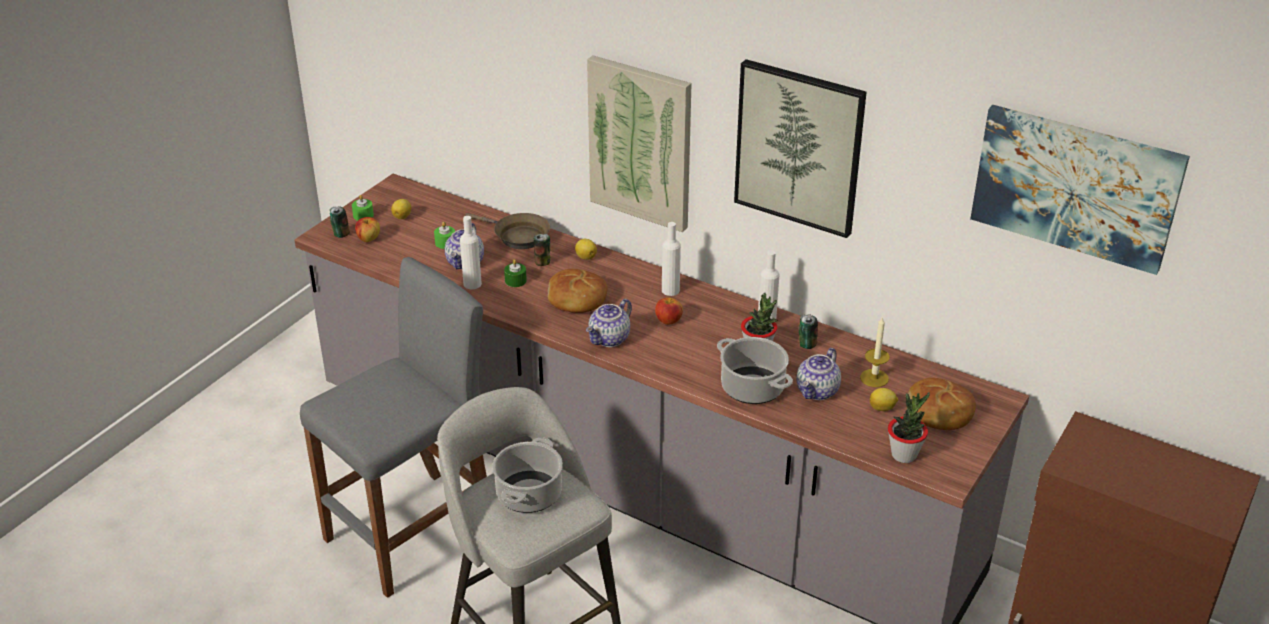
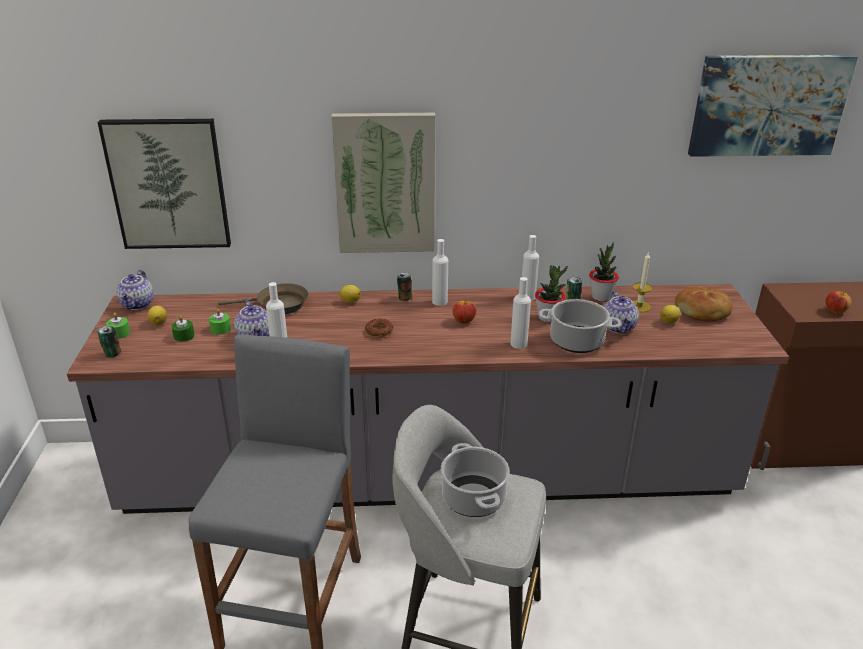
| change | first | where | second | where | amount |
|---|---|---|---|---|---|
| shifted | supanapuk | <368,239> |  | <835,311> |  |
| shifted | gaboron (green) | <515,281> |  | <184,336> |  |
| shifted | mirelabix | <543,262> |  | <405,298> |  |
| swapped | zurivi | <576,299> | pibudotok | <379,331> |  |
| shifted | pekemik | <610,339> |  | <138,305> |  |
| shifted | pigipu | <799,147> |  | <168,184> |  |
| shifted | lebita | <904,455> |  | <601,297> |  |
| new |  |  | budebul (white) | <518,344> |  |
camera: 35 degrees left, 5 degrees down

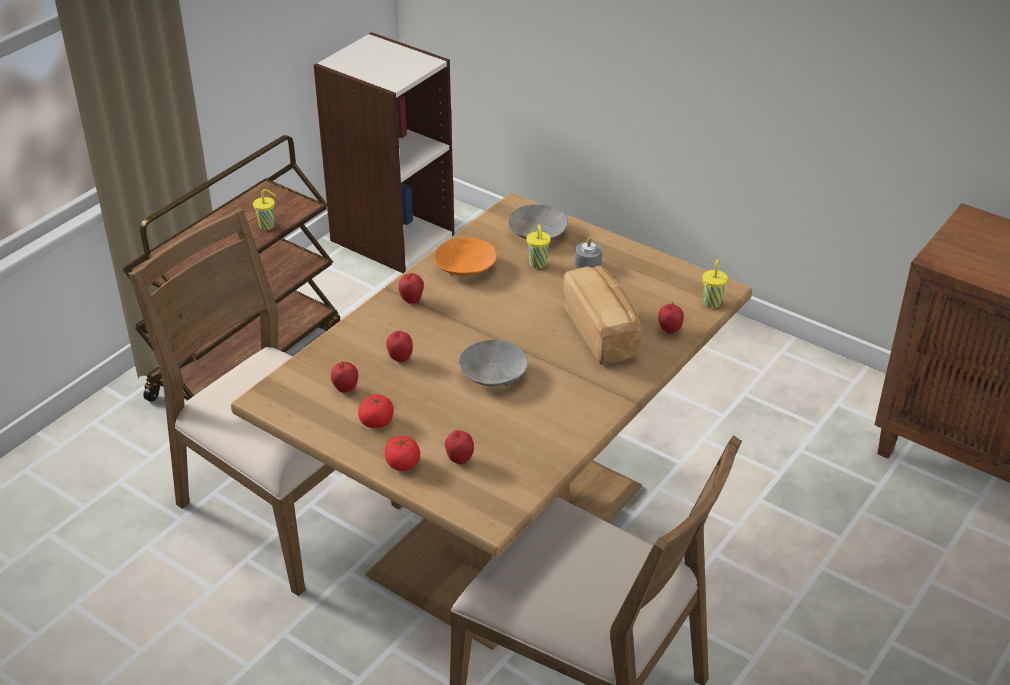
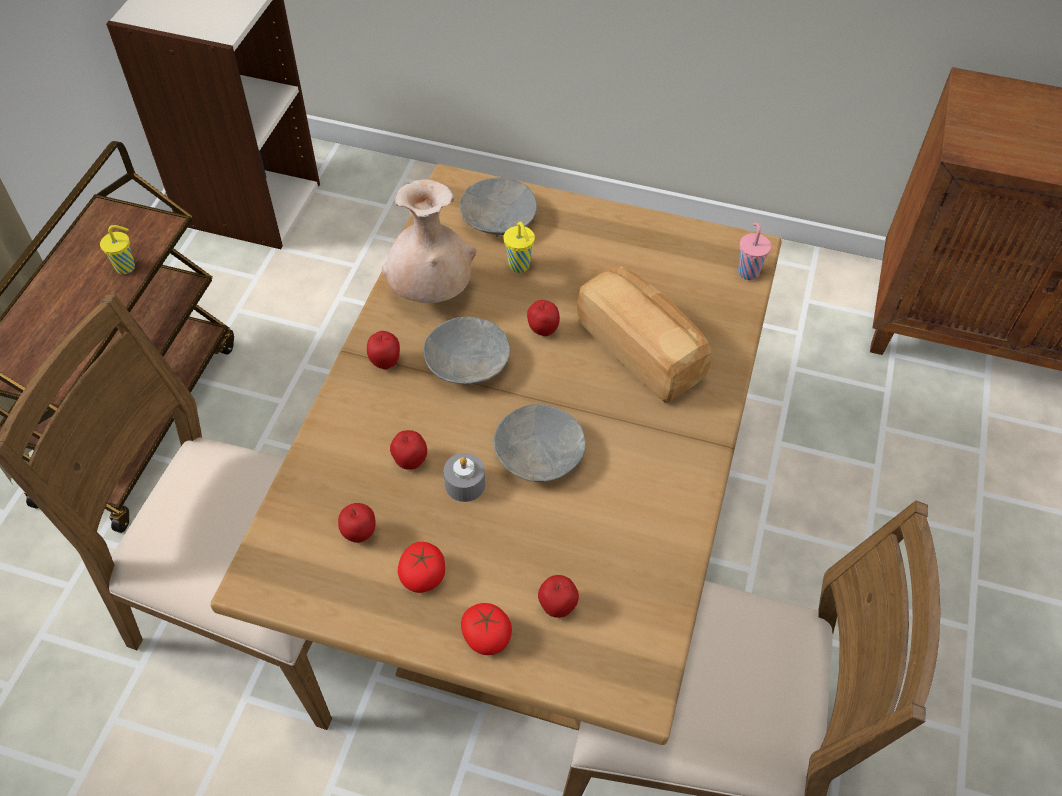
| change | first | where | second | where | amount |
|---|---|---|---|---|---|
| swapped | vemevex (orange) | <465,267> | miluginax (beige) | <431,292> |  |
| shifted | gaboron (grey) | <588,264> |  | <465,484> |  |
| shifted | supanapuk | <669,331> |  | <543,331> |  |
| repainted | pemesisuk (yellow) | <712,302> | pemesisuk (pink) | <748,271> |  |
| new |  |  | vemevex (grey) | <468,362> |  |
camera: 20 degrees left, 15 degrees up

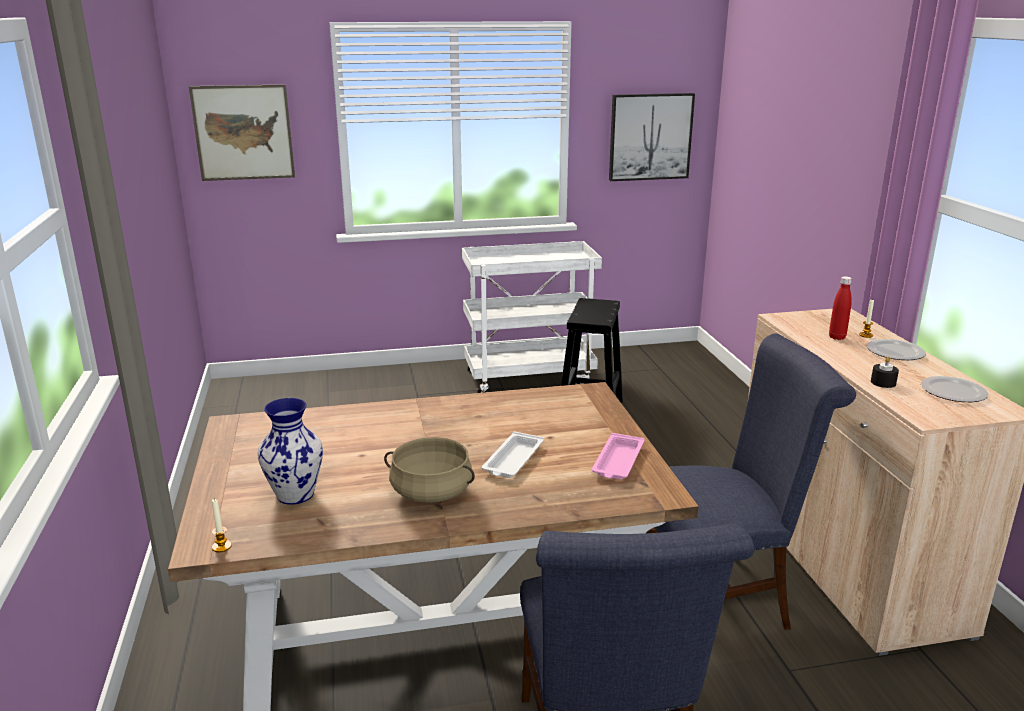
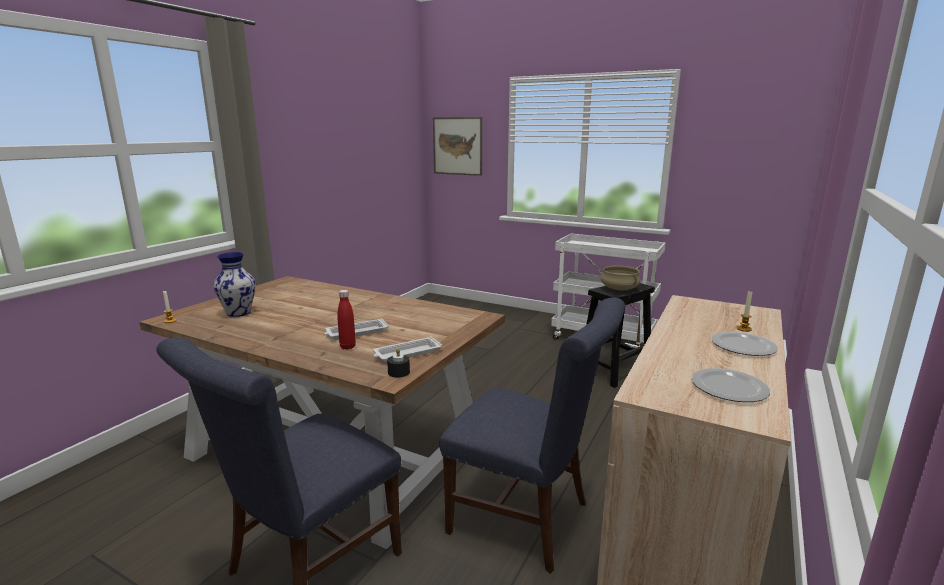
| change | first | where | second | where | amount |
|---|---|---|---|---|---|
| shifted | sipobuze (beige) | <431,492> |  | <619,288> |  |
| repainted | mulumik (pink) | <617,462> | mulumik (white) | <406,353> |  |
| gone | pigipu | <650,137> |  |  |  |
| shifted | budebul (red) | <837,337> |  | <347,347> |  |
| shifted | gaboron (black) | <883,382> |  | <399,372> |  |
camera: 40 degrees right, 5 degrees down

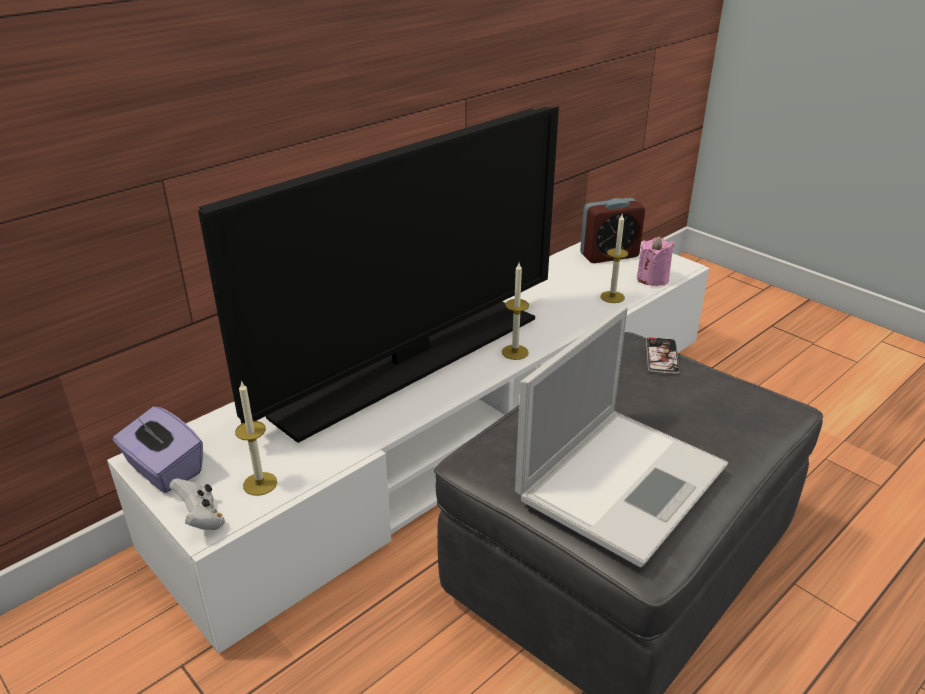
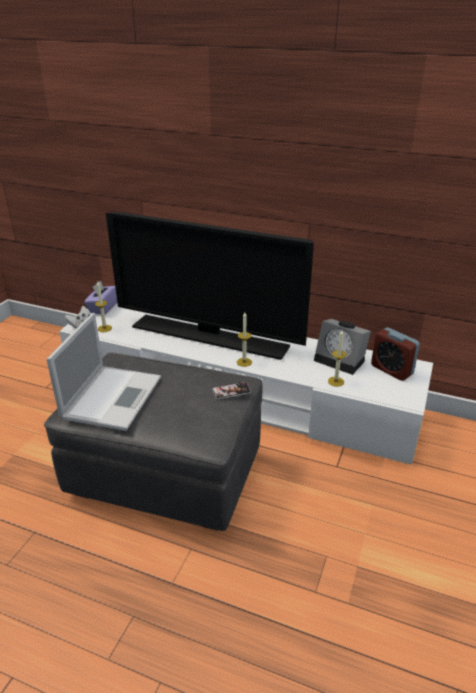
| change | first | where | second | where | amount |
|---|---|---|---|---|---|
| rotated | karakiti | <623,480> |  | <113,396> | 90 degrees counterclockwise |
| gone | gaboron (pink) | <652,279> |  |  |  |
| new |  |  | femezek | <341,360> |  |
camera: 65 degrees right, 0 degrees up

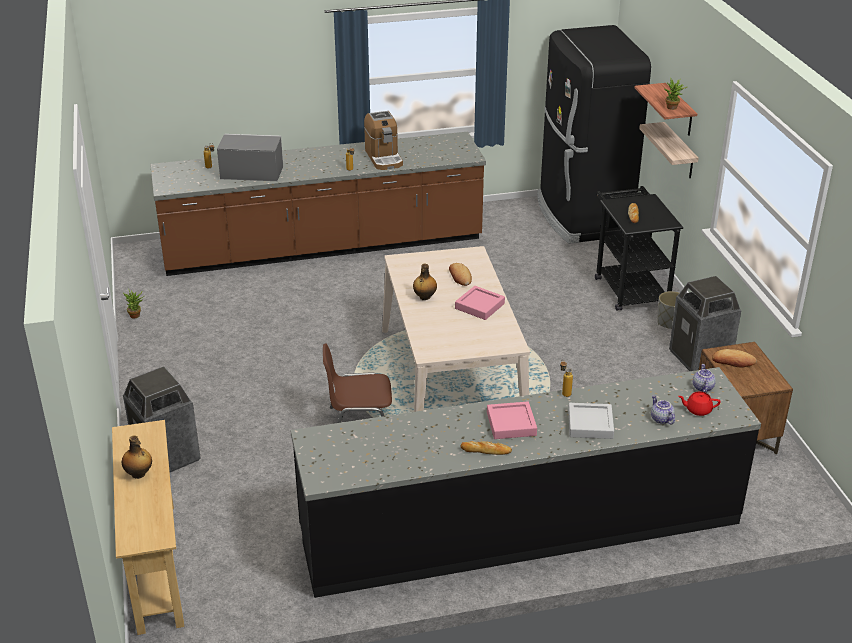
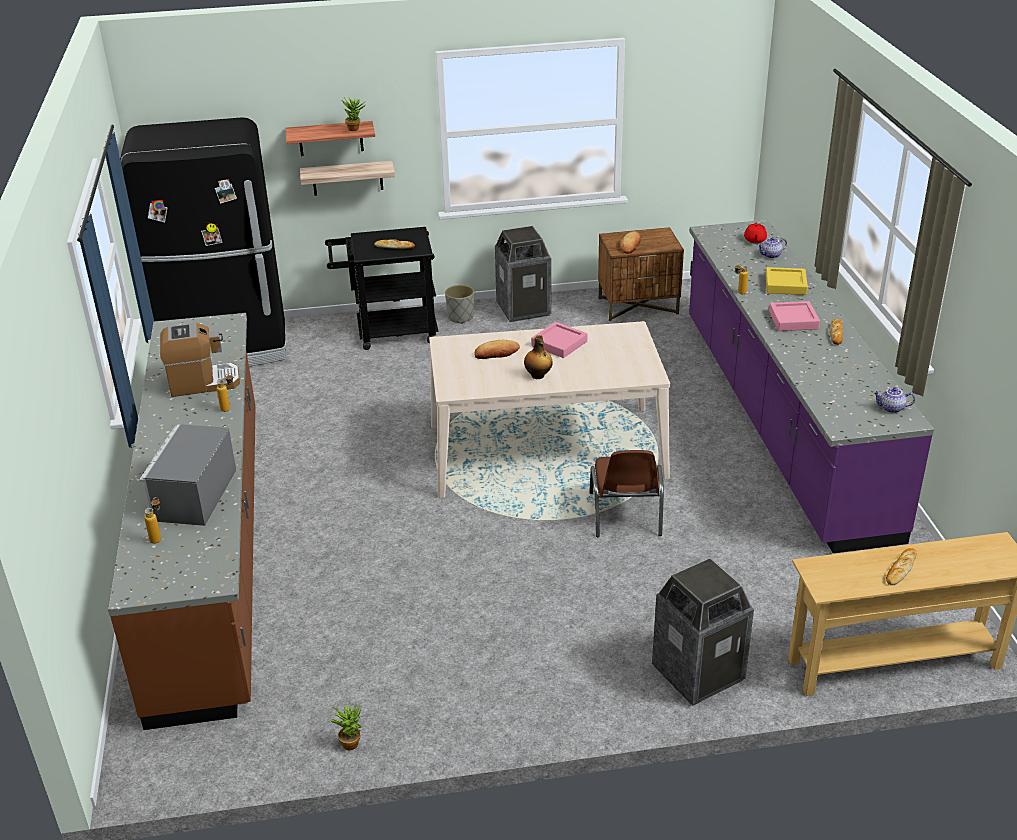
| change | first | where | second | where | amount |
|---|---|---|---|---|---|
| swapped | budebul | <139,474> | zurivi | <900,569> |  |
| repainted | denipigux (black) | <520,527> | denipigux (purple) | <781,420> |  |
| repainted | mulumik (grey) | <590,424> | mulumik (yellow) | <785,285> |  |
| shifted | pekemik | <702,387> |  | <891,409> |  |
camera: 85 degrees left, 0 degrees up

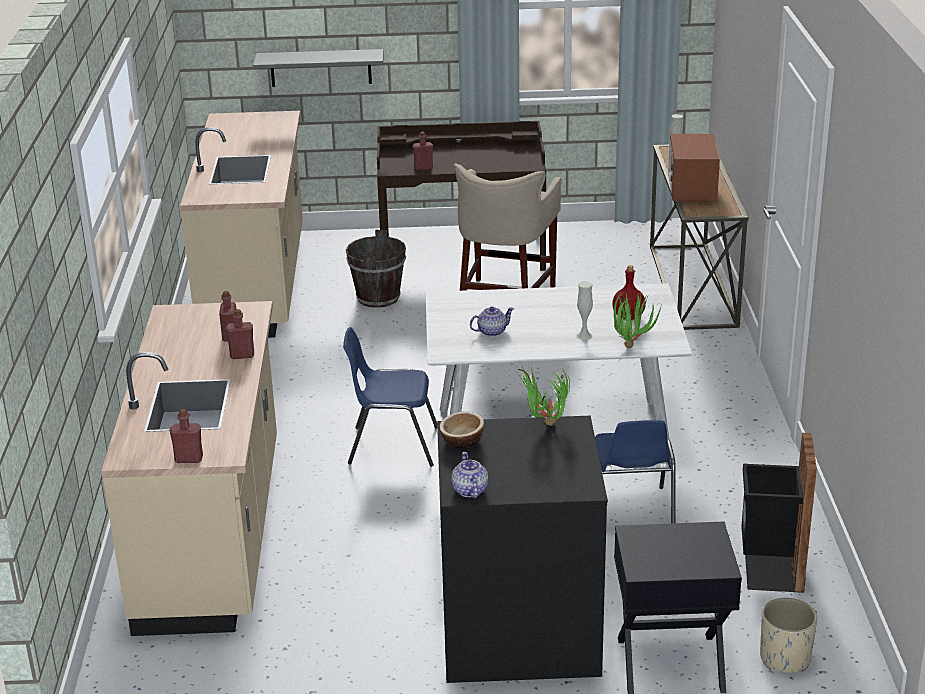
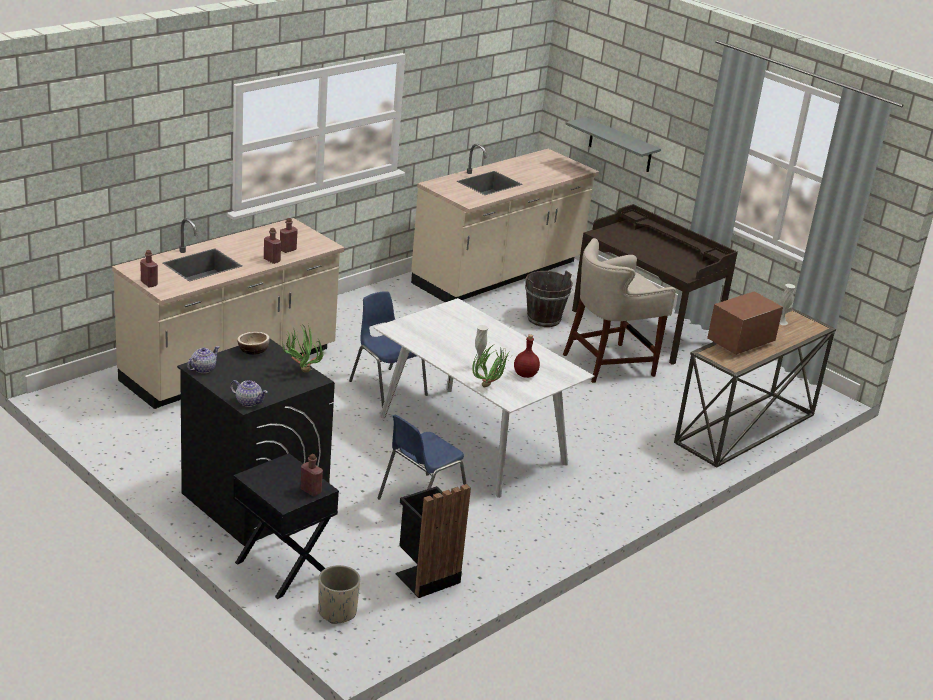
| change | first | where | second | where | amount |
|---|---|---|---|---|---|
| shifted | budebul (red) | <423,168> |  | <311,491> |  |
| shifted | pekemik | <491,332> |  | <248,402> |  |
camera: 45 degrees right, 0 degrees up

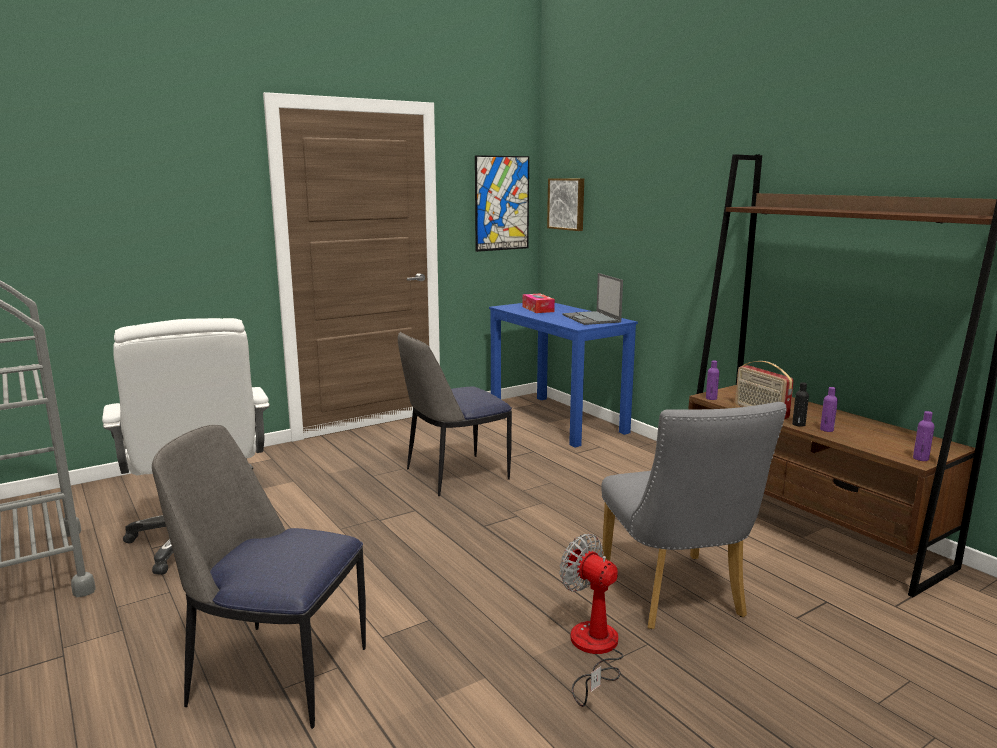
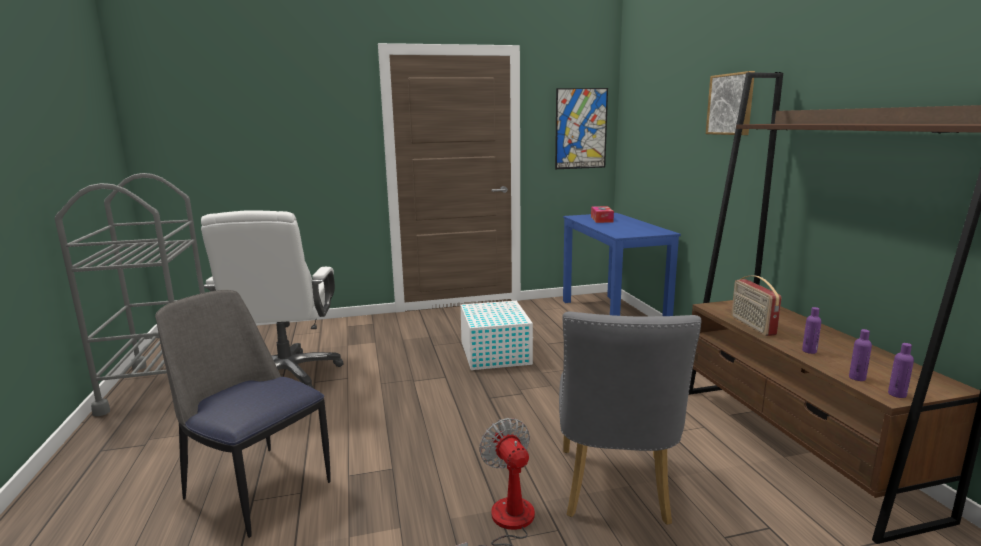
| change | first | where | second | where | amount |
|---|---|---|---|---|---|
| swapped | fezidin | <454,475> | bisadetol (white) | <495,352> |  |
| shifted | pigipu | <567,204> |  | <731,104> |  |
| gone | karakiti | <591,318> |  |  |  |
| shifted | budebul (purple) | <711,398> |  | <857,378> |  |
| gone | budebul (black) | <798,424> |  |  |  |
camera: 20 degrees right, 0 degrees up

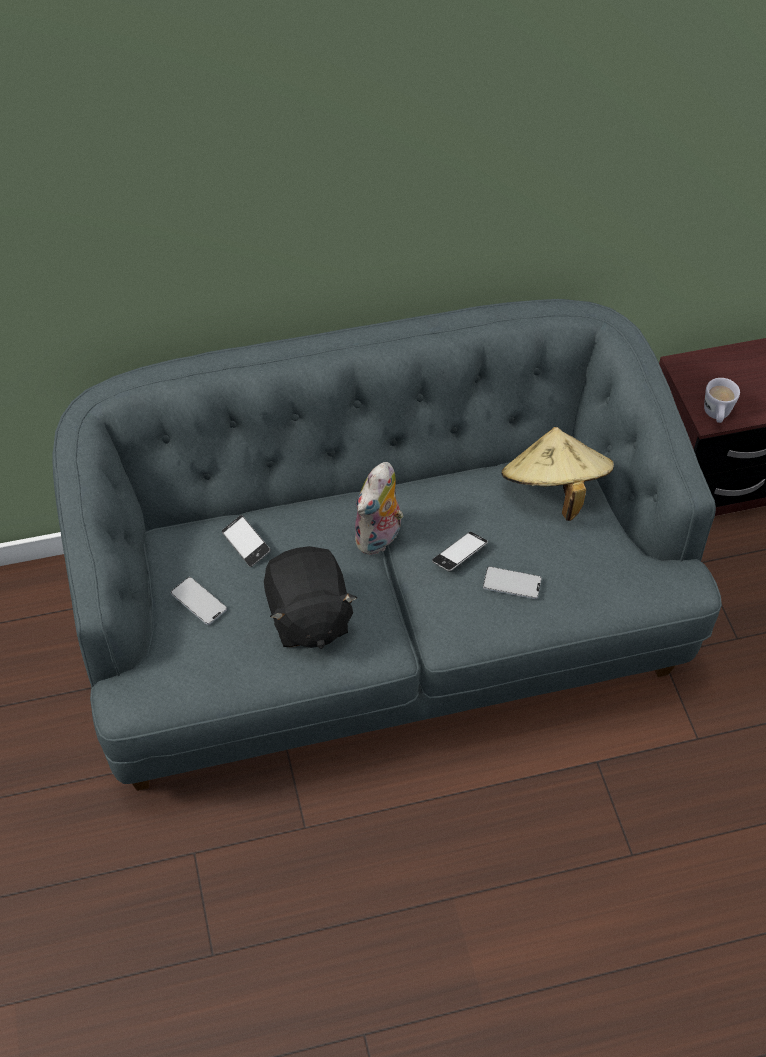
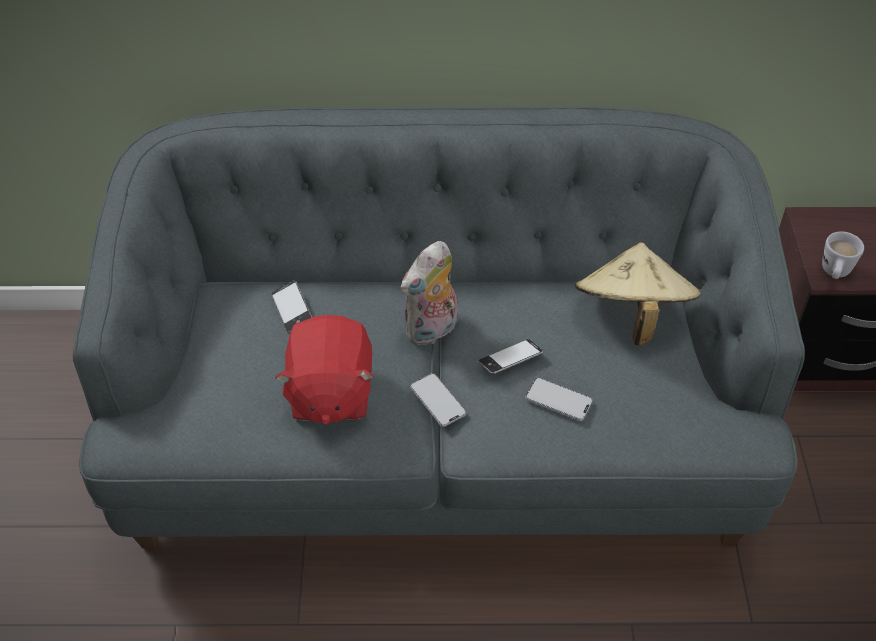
| change | first | where | second | where | amount |
|---|---|---|---|---|---|
| shifted | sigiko | <198,601> |  | <437,400> |  |
| repainted | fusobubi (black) | <307,617> | fusobubi (red) | <330,393> |  |
camera: 15 degrees right, 5 degrees down

